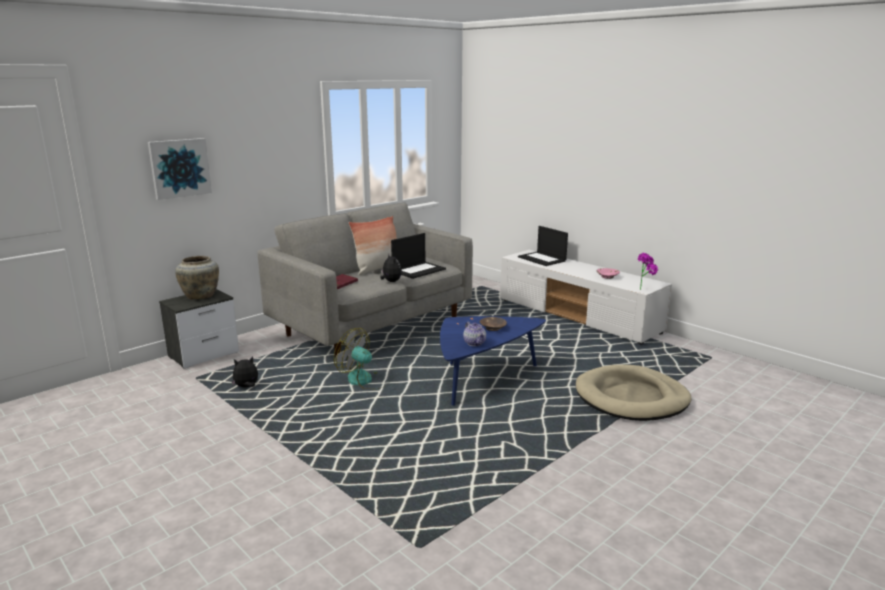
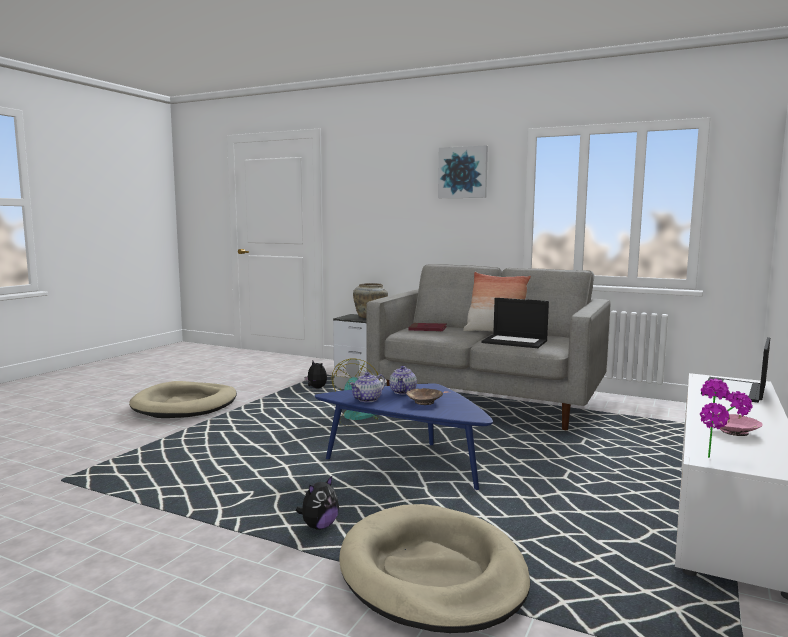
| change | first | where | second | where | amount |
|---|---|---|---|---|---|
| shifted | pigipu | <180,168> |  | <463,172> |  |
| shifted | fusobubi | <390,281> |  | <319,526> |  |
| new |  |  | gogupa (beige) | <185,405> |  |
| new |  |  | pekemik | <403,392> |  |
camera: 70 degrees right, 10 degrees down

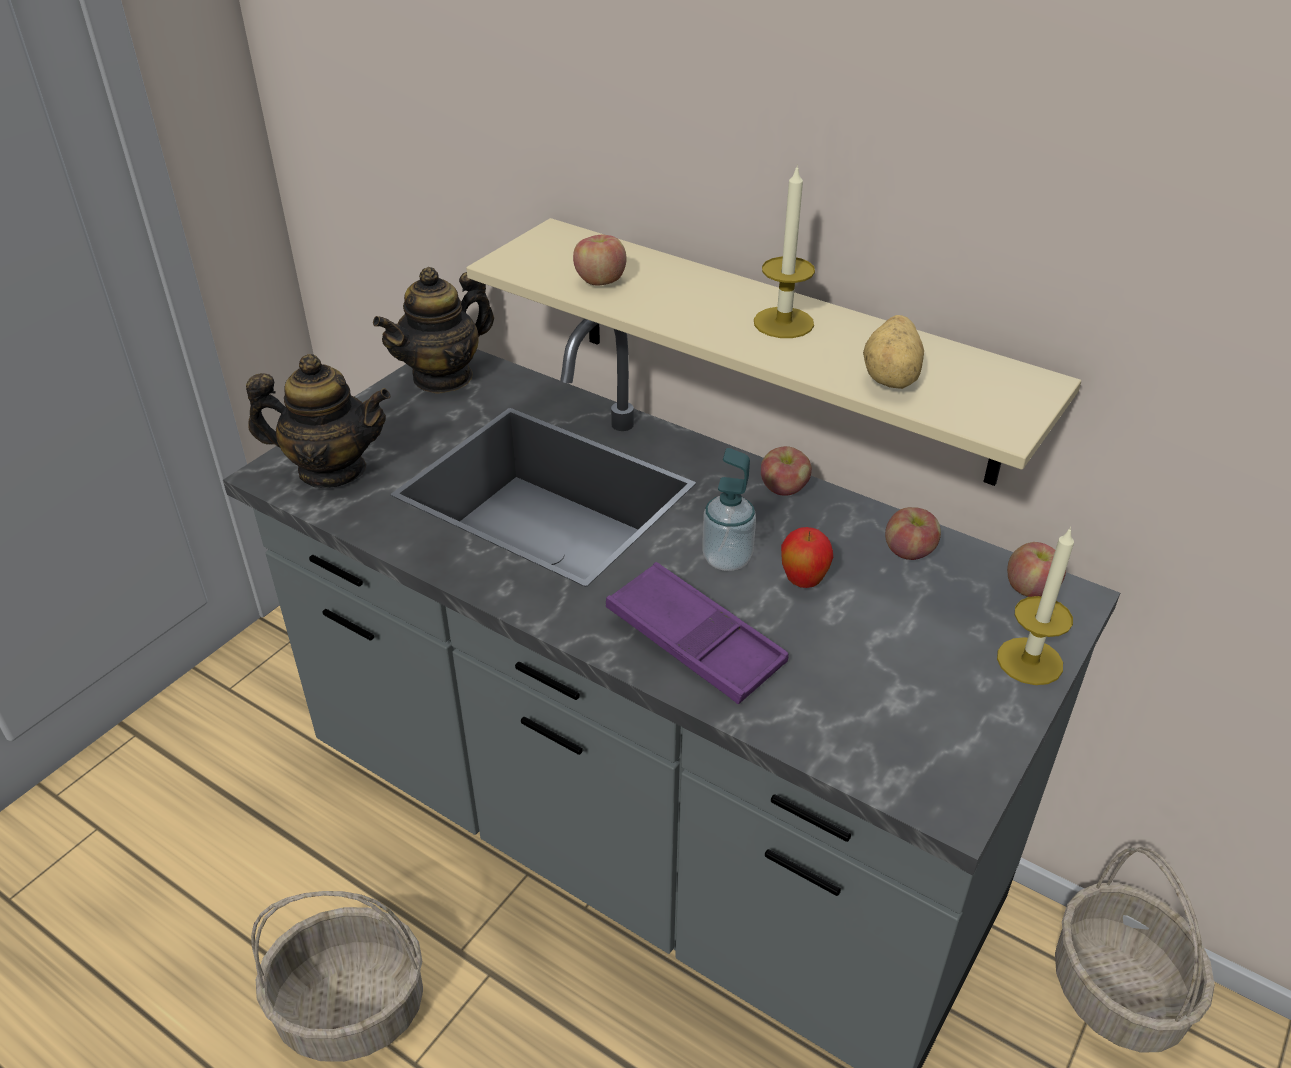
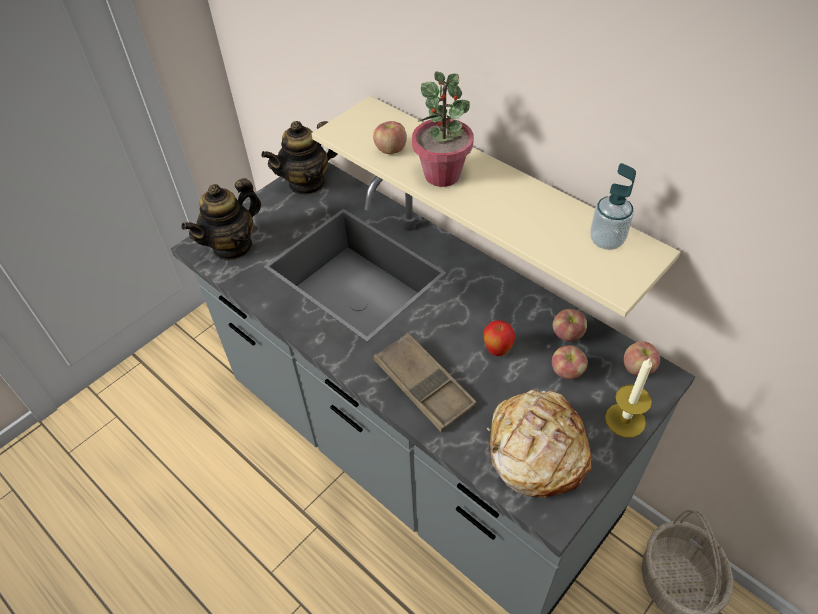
| change | first | where | second | where | amount |
|---|---|---|---|---|---|
| rotated | pekemik | <332,470> |  | <233,246> | 120 degrees clockwise |
| gone | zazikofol | <350,1010> |  |  |  |
| repainted | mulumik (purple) | <695,641> | mulumik (brown) | <424,386> |  |
| shifted | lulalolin | <727,559> |  | <606,240> |  |
| gone | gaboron | <783,323> |  |  |  |
| shifted | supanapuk | <784,489> |  | <567,372> |  |
| gone | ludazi | <892,378> |  |  |  |
| new |  |  | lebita | <442,175> |  |
| new |  |  | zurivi | <535,451> |  |
camera: 10 degrees right, 10 degrees up

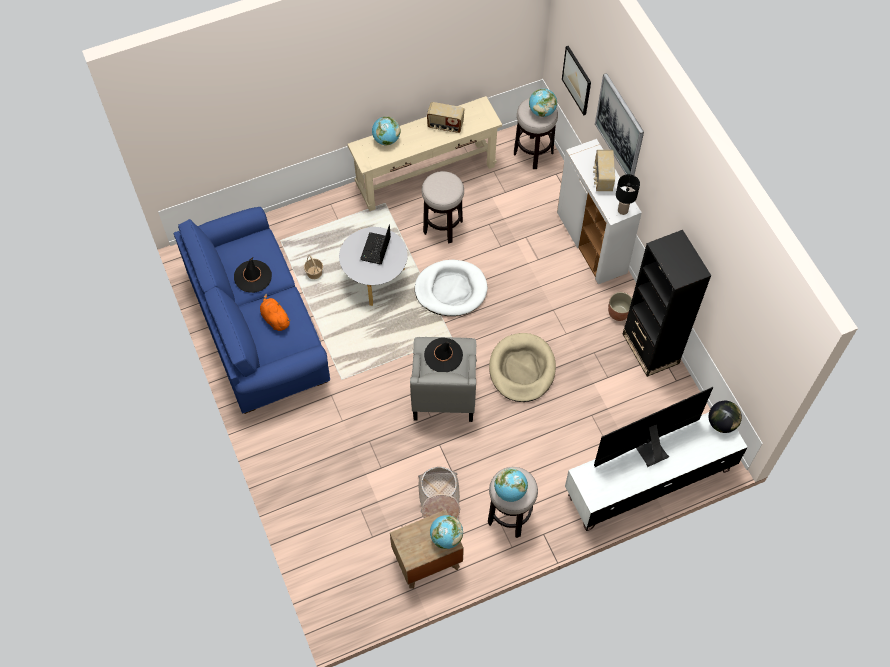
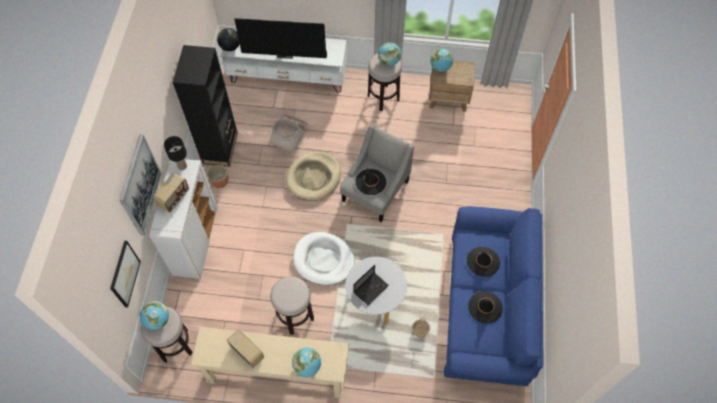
| change | first | where | second | where | amount |
|---|---|---|---|---|---|
| swapped | fusobubi (orange) | <275,319> | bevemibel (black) | <483,261> |  |
| shifted | zazikofol | <439,499> |  | <290,135> |  |
camera: 150 degrees left, 0 degrees up

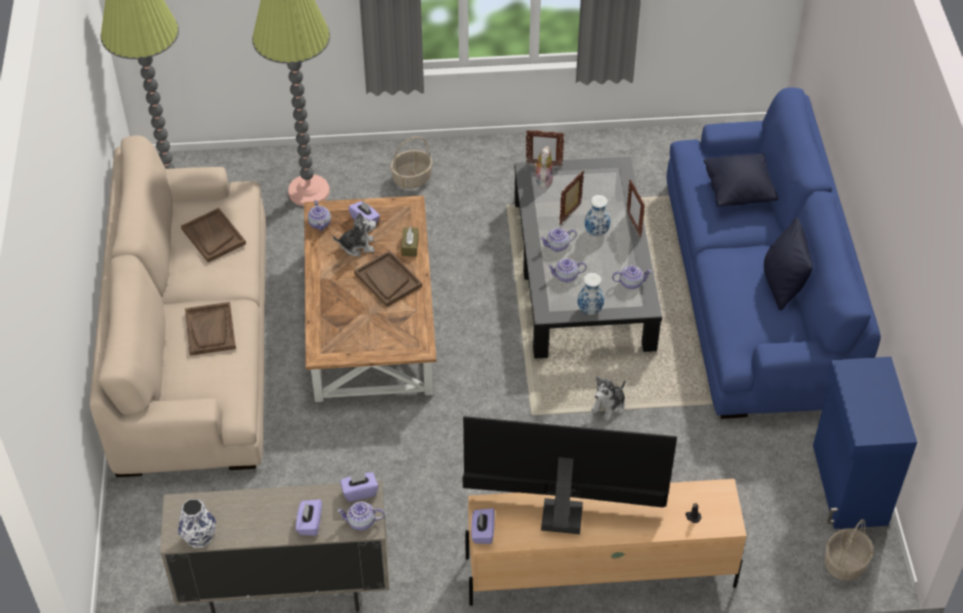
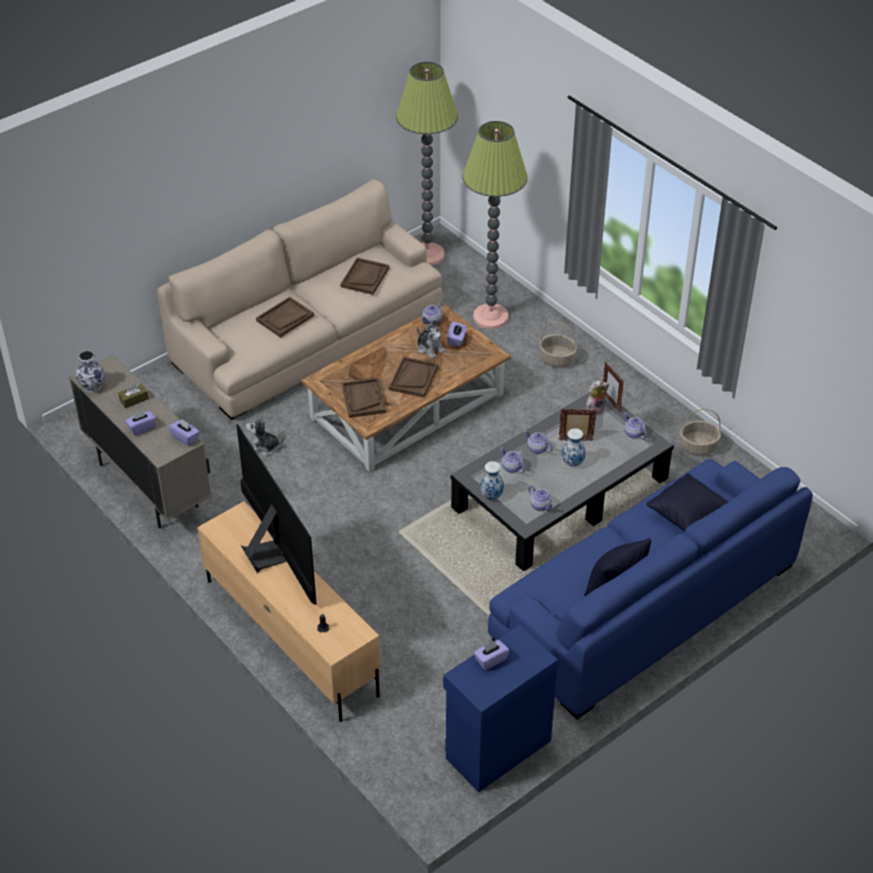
| change | first | where | second | where | amount |
|---|---|---|---|---|---|
| shifted | pekemik | <361,522> |  | <633,433> |  |
| shifted | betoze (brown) | <410,246> |  | <134,400> |  |
| shifted | betoze (purple) | <482,532> |  | <490,660> |  |
| shifted | fusobubi | <609,406> |  | <264,447> |  |
| gone | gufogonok | <633,225> |  |  |  |
| shifted | zazikofol | <845,564> |  | <698,447> |  |
| new |  |  | mulumik (brown) | <363,399> |  |
camera: 55 degrees right, 5 degrees down

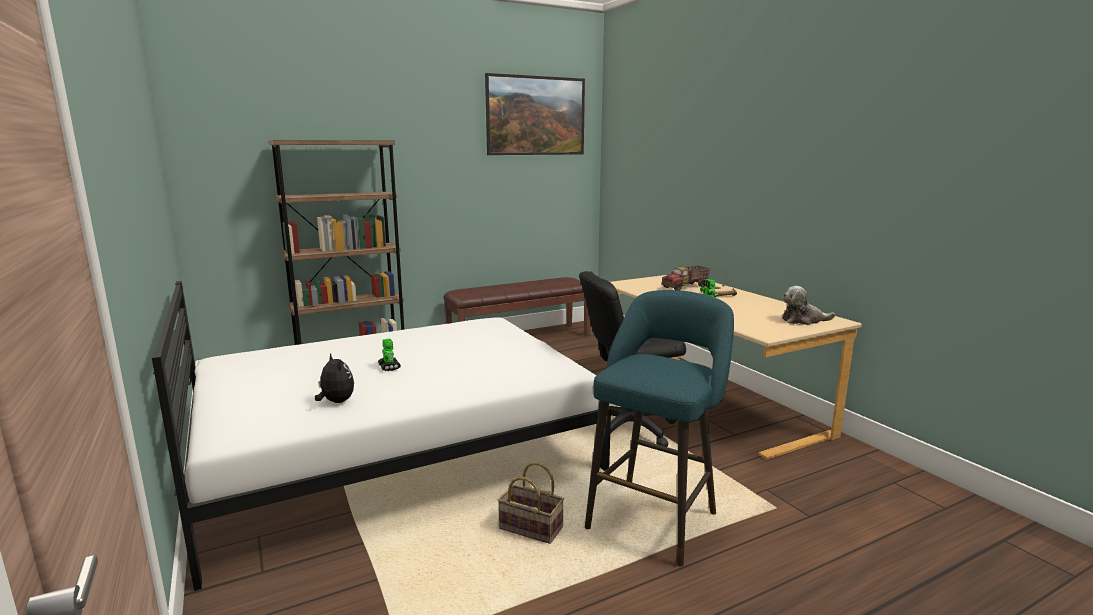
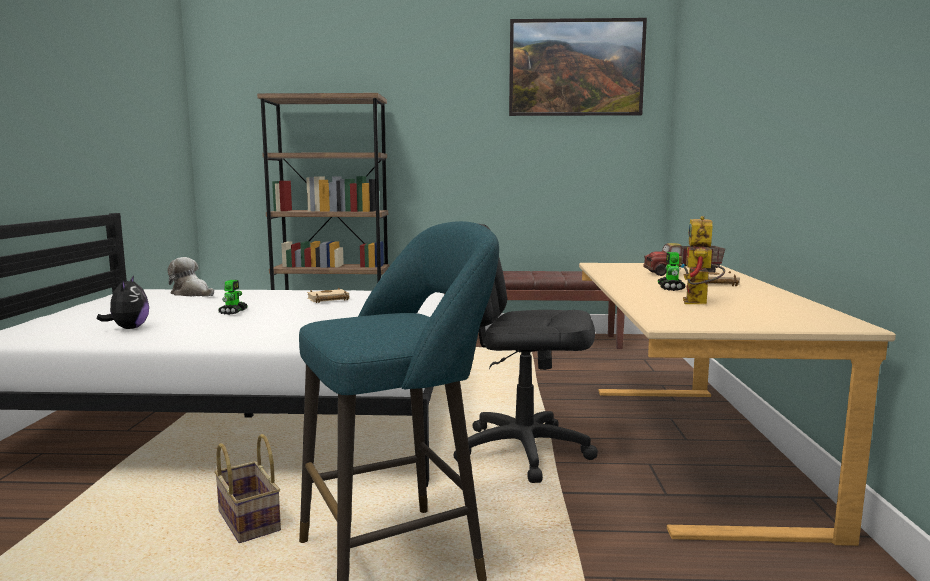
| change | first | where | second | where | amount |
|---|---|---|---|---|---|
| shifted | fusobubi | <803,320> |  | <192,294> |  |
| new |  |  | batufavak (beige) | <327,300> |  |
| new |  |  | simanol | <699,303> |  |
camera: 30 degrees right, 5 degrees down

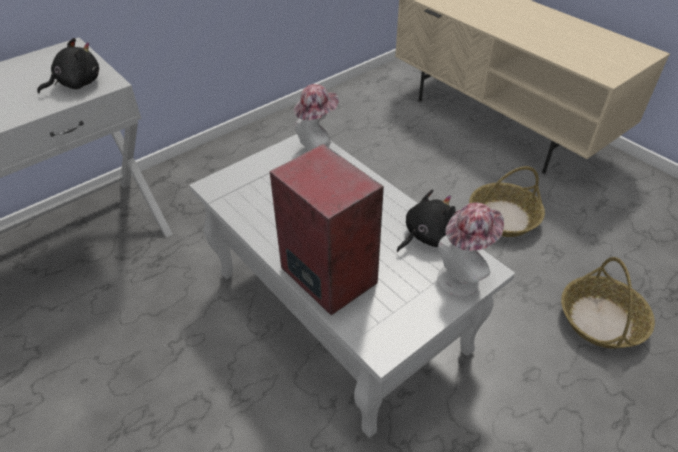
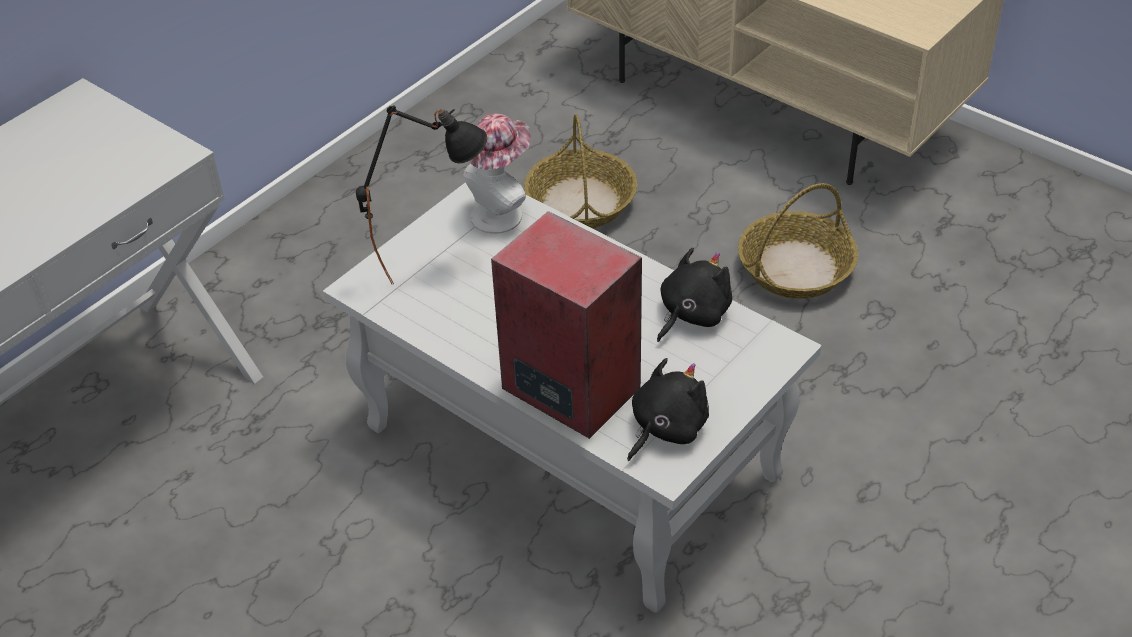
| change | first | where | second | where | amount |
|---|---|---|---|---|---|
| shifted | fusobubi (black) | <76,84> |  | <665,428> |  |
| gone | bevemibel | <462,277> |  |  |  |
| shifted | zazikofol | <601,320> |  | <581,202> |  |
| new |  |  | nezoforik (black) | <433,264> |  |
camera: 10 degrees left, 0 degrees up

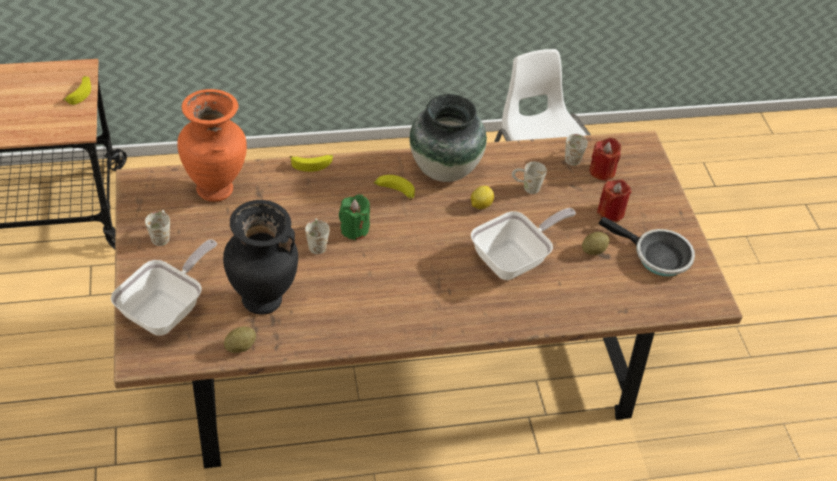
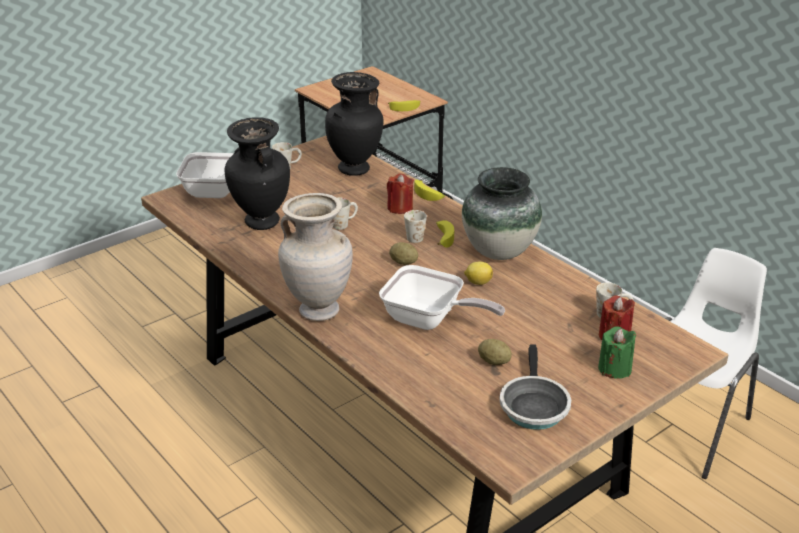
| change | first | where | second | where | amount |
|---|---|---|---|---|---|
| repainted | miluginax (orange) | <216,189> | miluginax (black) | <355,170> |  |
| shifted | ludazi | <240,347> |  | <403,262> |  |
| shifted | gaboron (green) | <354,229> |  | <614,369> |  |
| shifted | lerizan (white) | <526,187> |  | <413,235> |  |
| shifted | gaboron (red) | <611,212> |  | <400,208> |  |
| new |  |  | miluginax (beige) | <319,310> |  |
camera: 65 degrees right, 15 degrees down

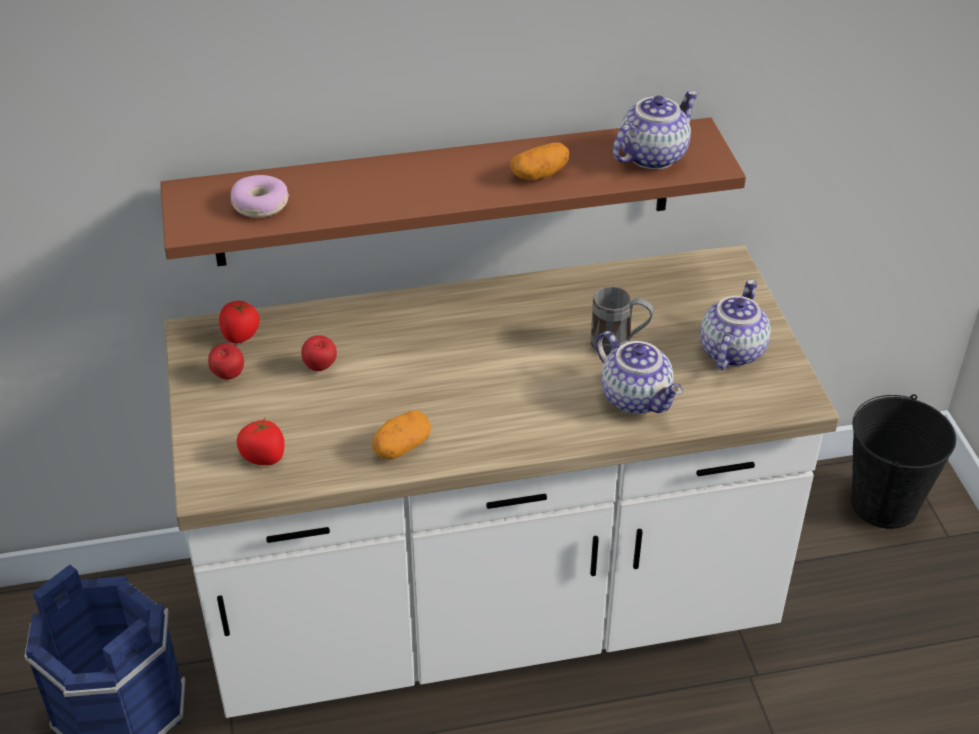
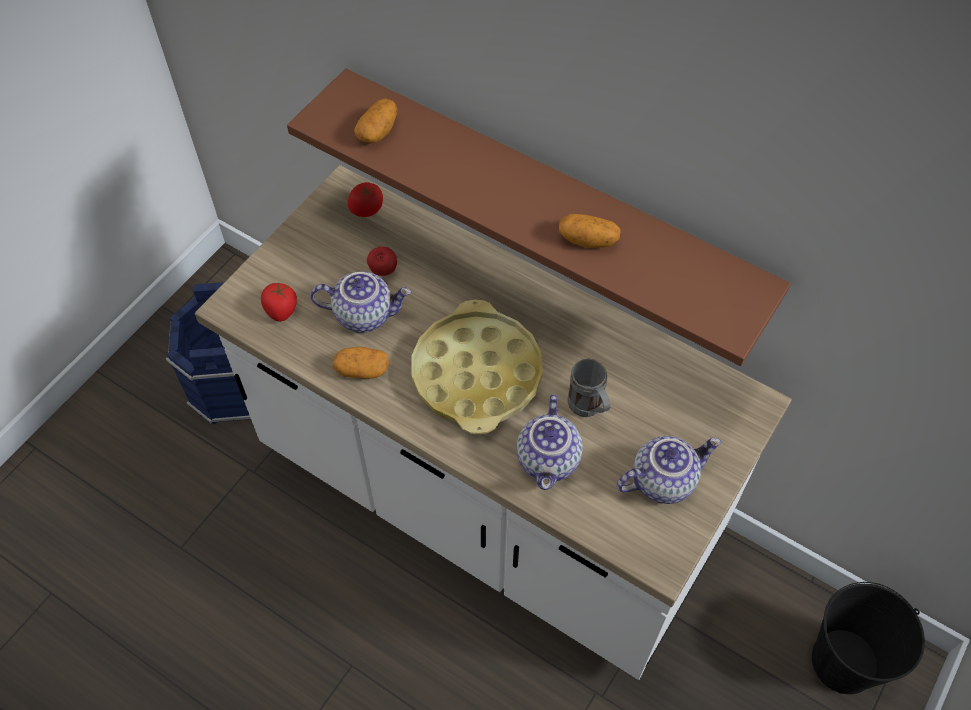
| change | first | where | second | where | amount |
|---|---|---|---|---|---|
| gone | supanapuk | <228,376> |  |  |  |
| swapped | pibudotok | <260,205> | ludazi | <378,131> |  |
| shifted | pekemik | <652,155> |  | <364,314> |  |
| new |  |  | mulumik (yellow) | <477,374> |  |
camera: 45 degrees right, 15 degrees up

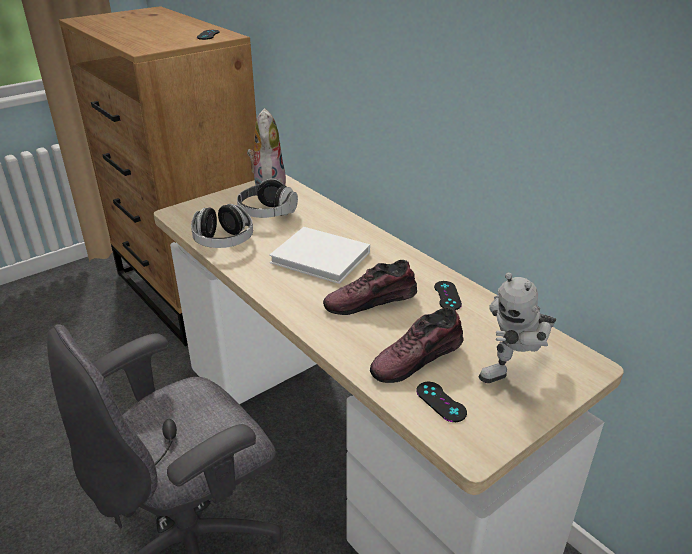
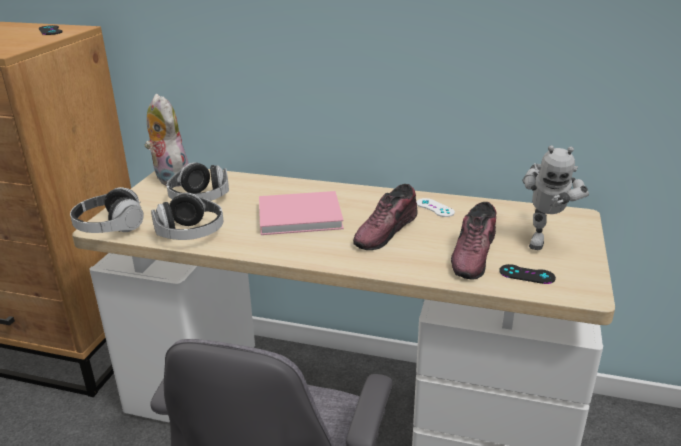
| change | first | where | second | where | amount |
|---|---|---|---|---|---|
| repainted | batufavak (white) | <323,258> | batufavak (pink) | <302,216> |  |
| repainted | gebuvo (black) | <447,295> | gebuvo (white) | <435,208> |  |
| new |  |  | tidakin | <110,227> |  |
camera: 35 degrees left, 5 degrees down

